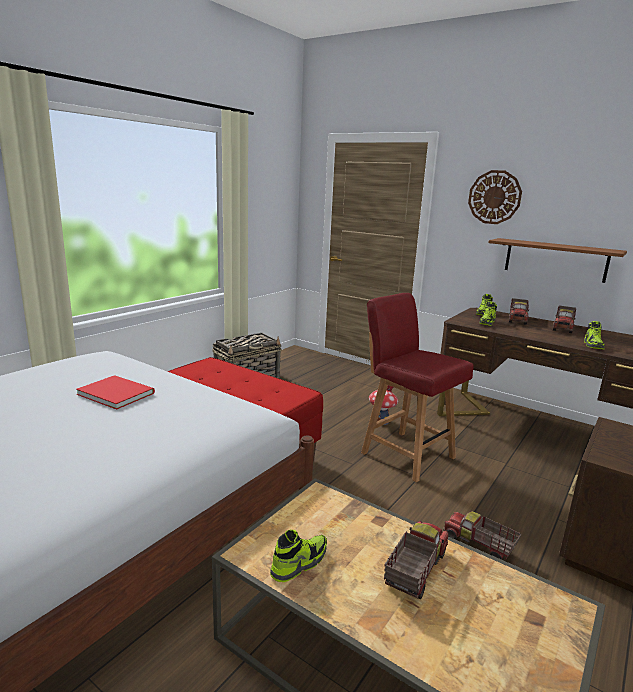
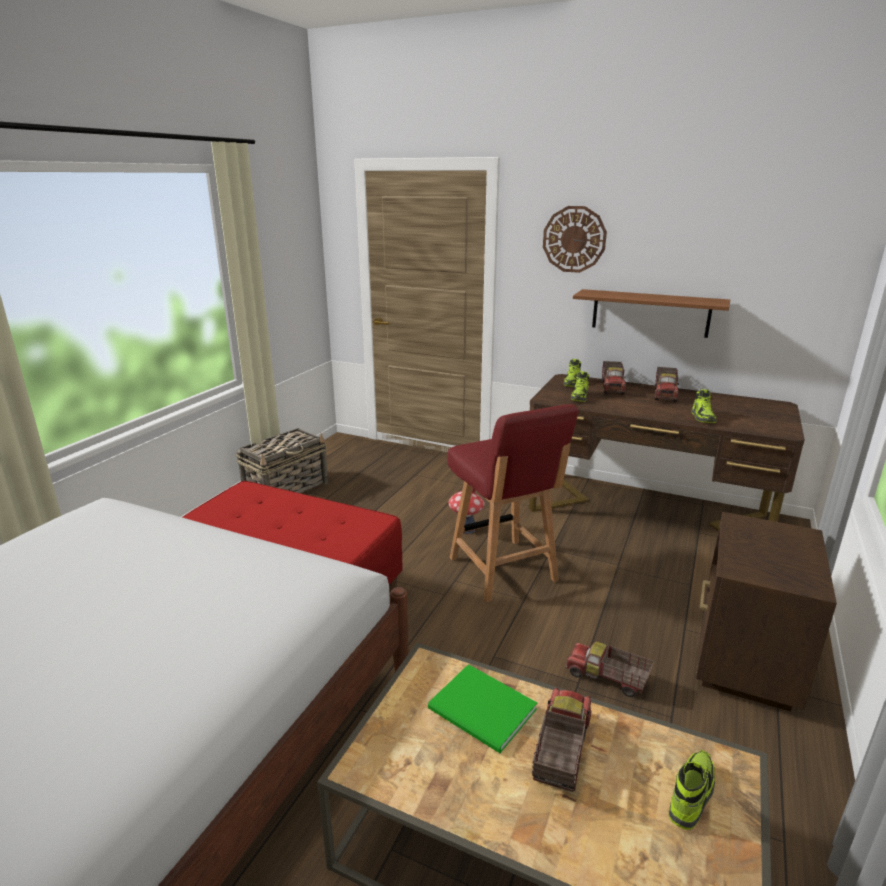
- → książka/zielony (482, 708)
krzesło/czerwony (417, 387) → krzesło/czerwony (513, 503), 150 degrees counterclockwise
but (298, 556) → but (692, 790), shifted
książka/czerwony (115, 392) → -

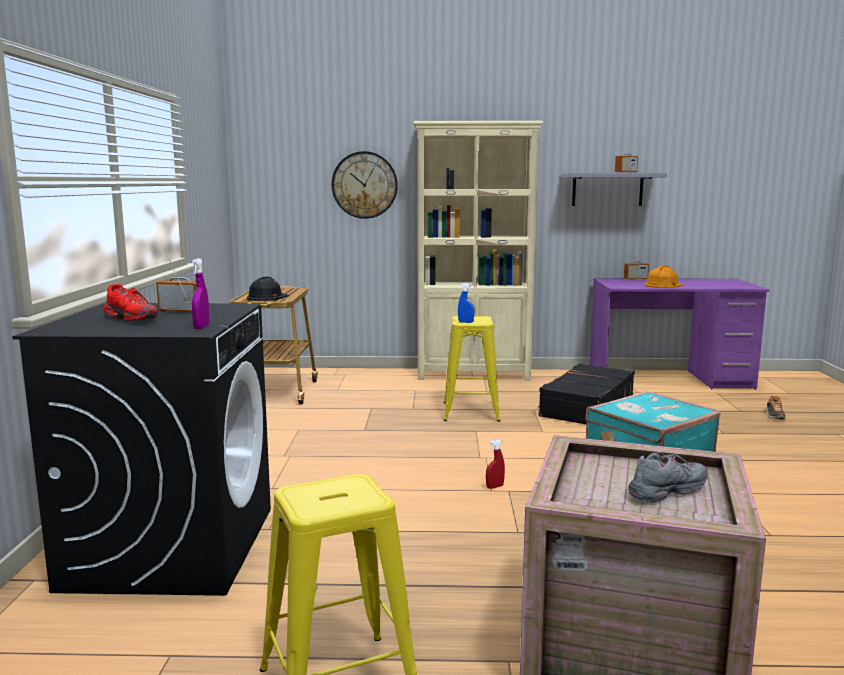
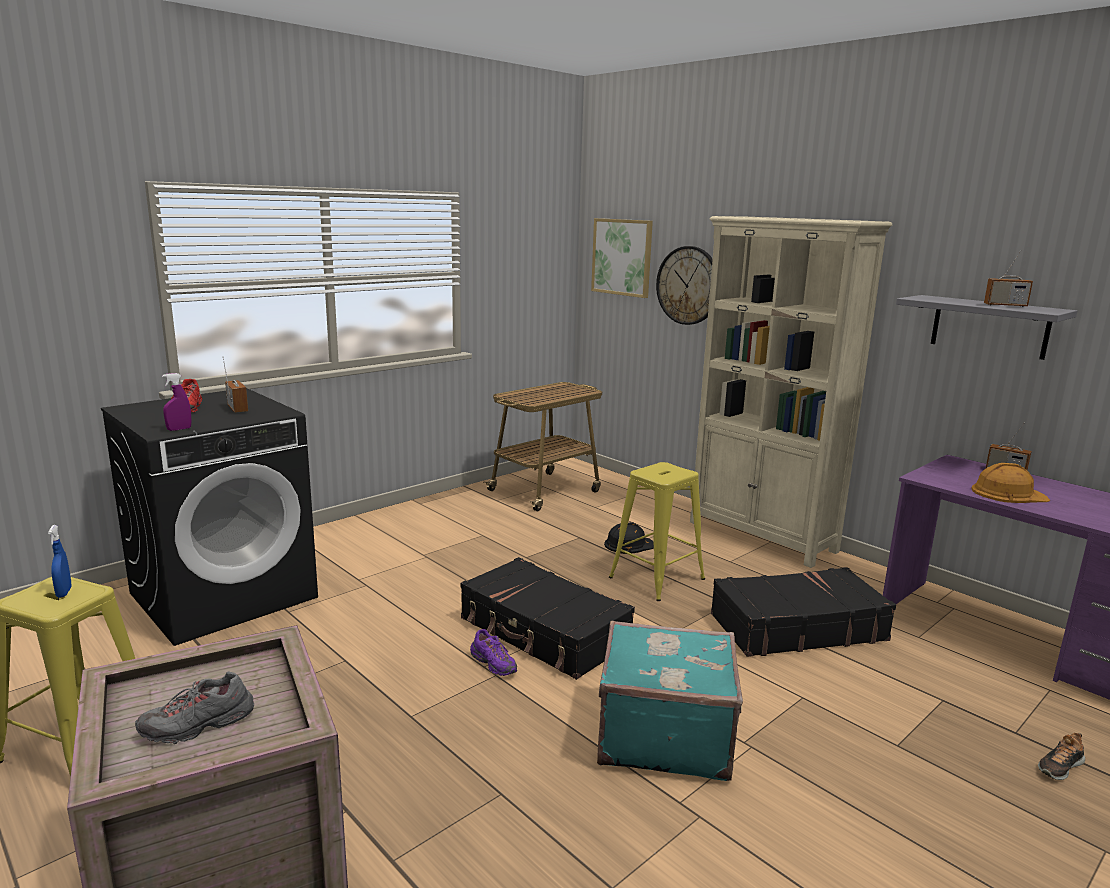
spryskiwacz/niebieski (466, 303) → spryskiwacz/niebieski (60, 561), shifted
but/szary (667, 477) → but/szary (194, 708), 135 degrees clockwise
- → walizka/czarny (547, 618)
spryskiwacz/czerwony (495, 464) → but/fioletowy (493, 652)
- → obraz (622, 258)
kask/czarny (268, 288) → kask/czarny (629, 538), shifted

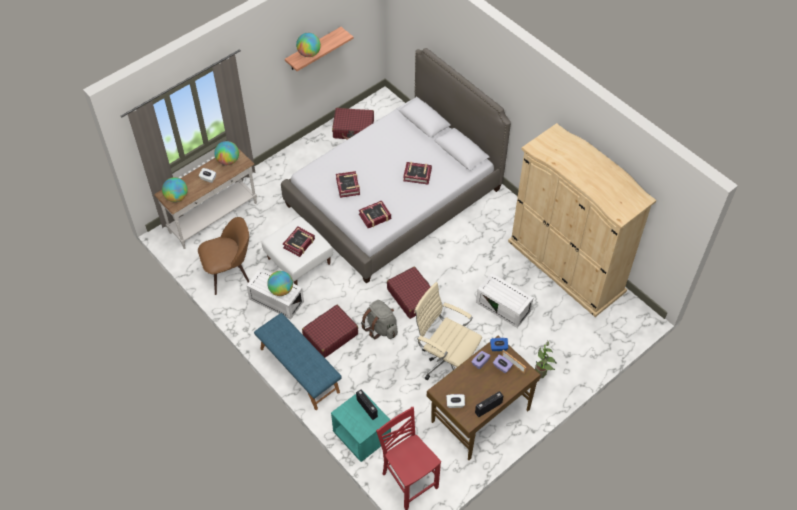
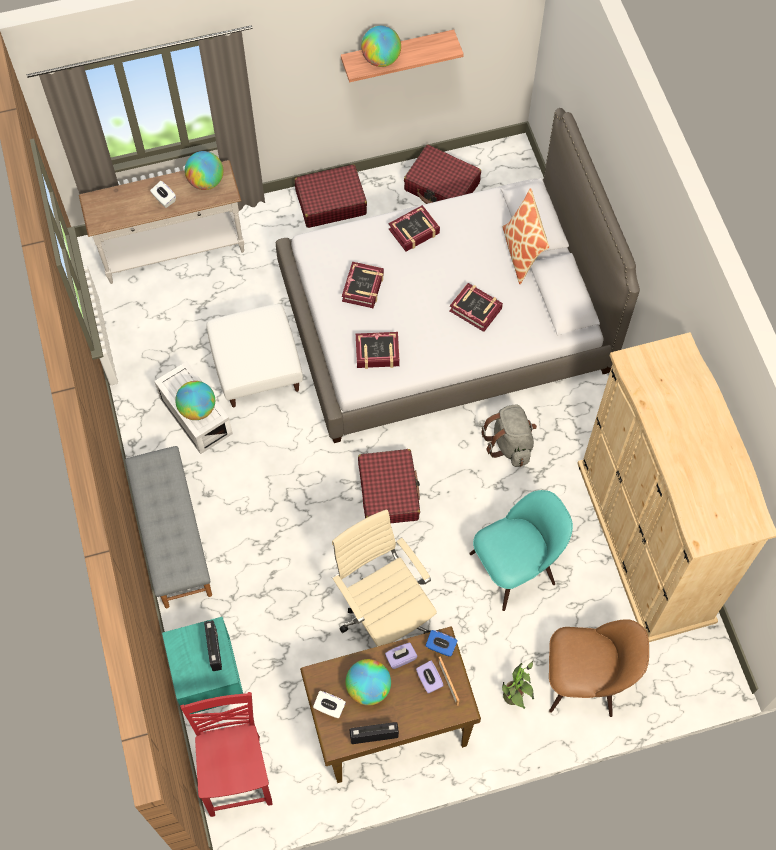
ławka/niebieski (297, 361) → ławka/szary (168, 527)
walizka/czerwony (330, 331) → walizka/czerwony (330, 196), shifted
globus (175, 189) → globus (368, 682), shifted
książka (298, 242) → książka (414, 228), shifted
pojemnik do przechowywania/biały (504, 300) → krzesło/turkusowy (521, 550)
plecak/szary (379, 319) → plecak/szary (509, 436), shifted
- → poduszka (525, 236)
krzesło/brązowy (224, 256) → krzesło/brązowy (599, 668), shifted

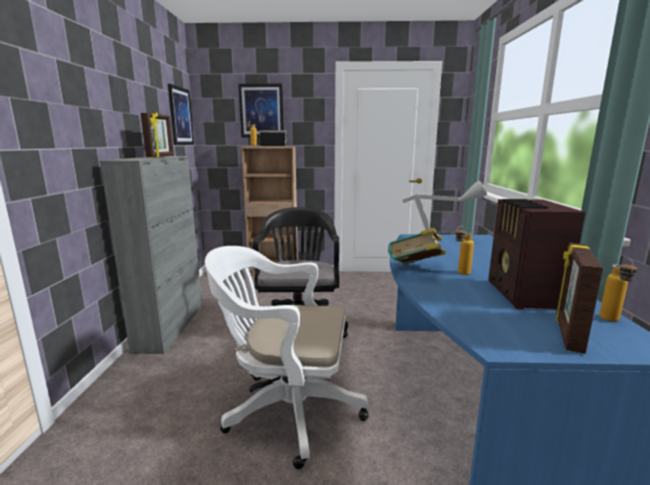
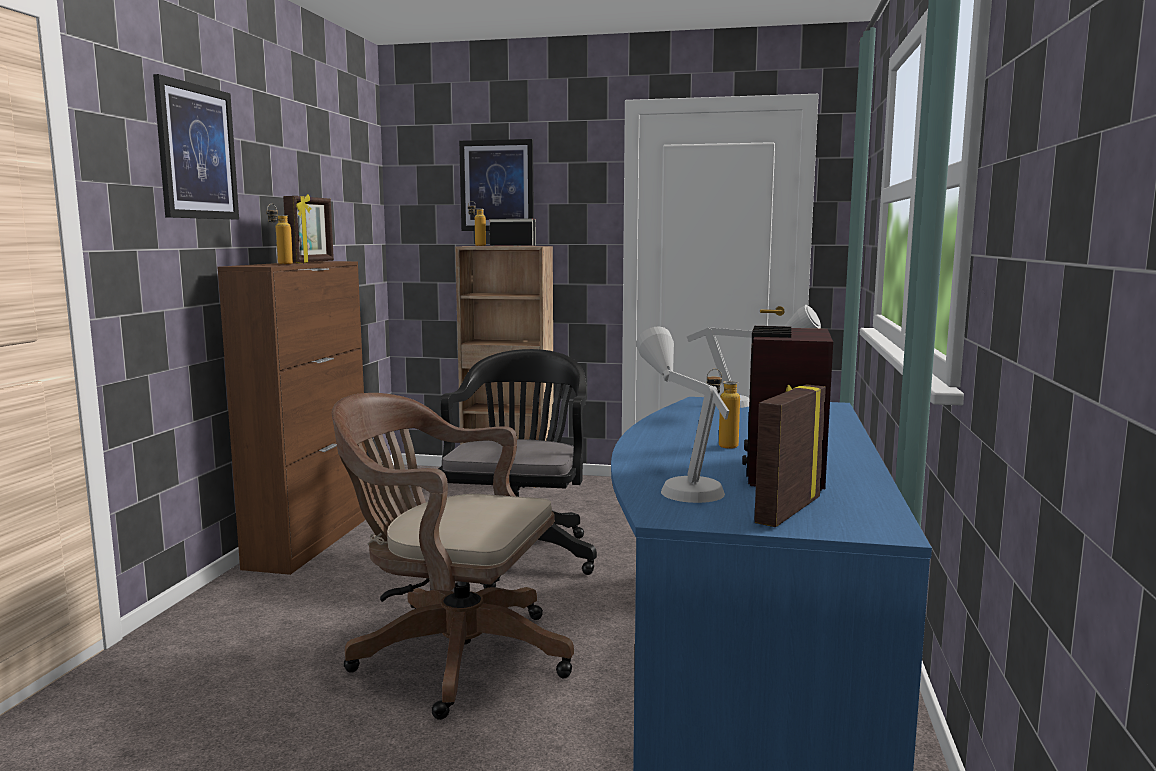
obraz (181, 114) → obraz (196, 146), shifted
szafka/szary (151, 255) → szafka/brązowy (292, 418)
butelka (618, 290) → butelka (279, 234), shifted
krzesło biurowe/biały (286, 357) → krzesło biurowe/brązowy (453, 556)
- → lampa stołowa/szary (682, 415)
książka (417, 246) → -

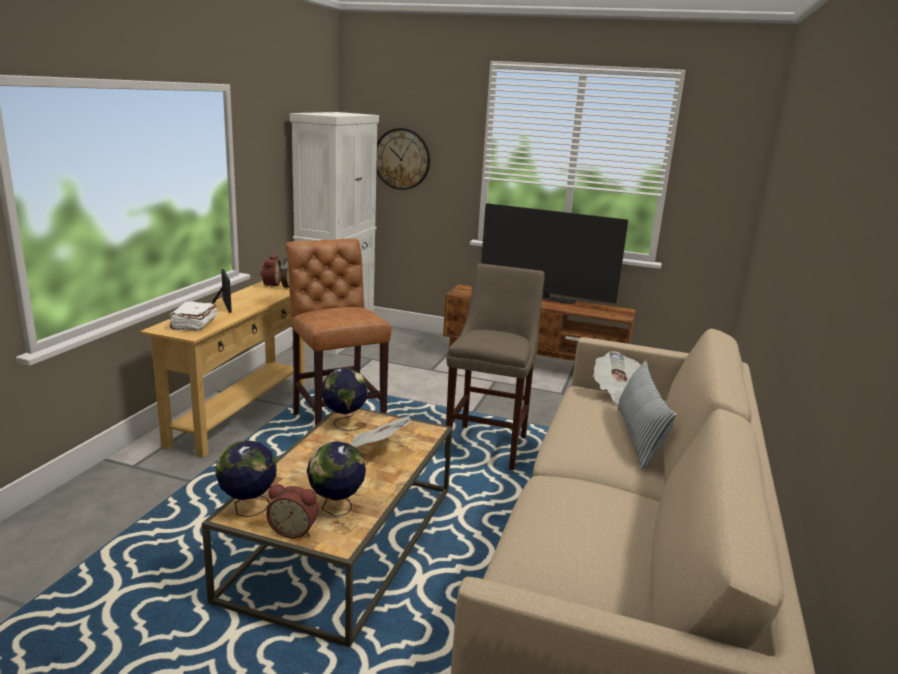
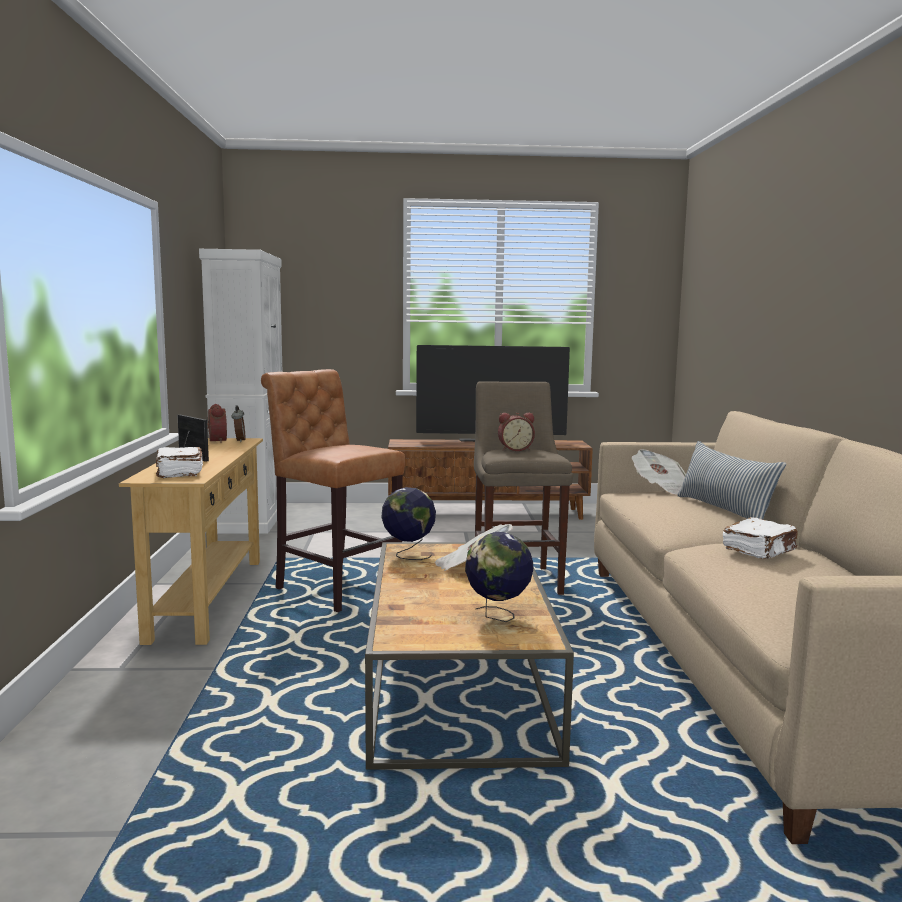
budzik (292, 511) → budzik (516, 432), shifted
- → książka/biały (760, 538)
globus (246, 478) → -
zegar ścienny (403, 159) → -

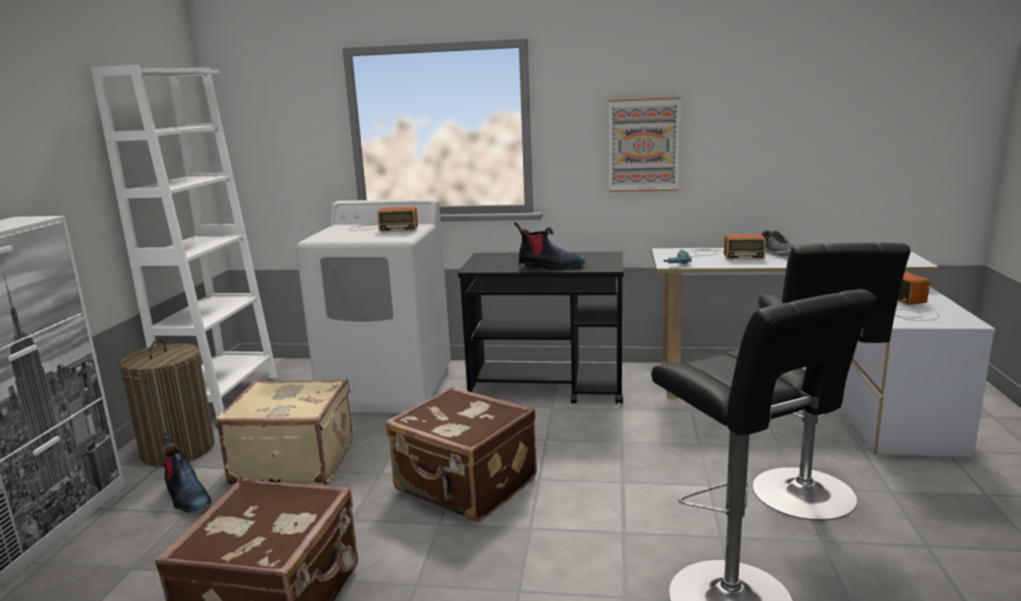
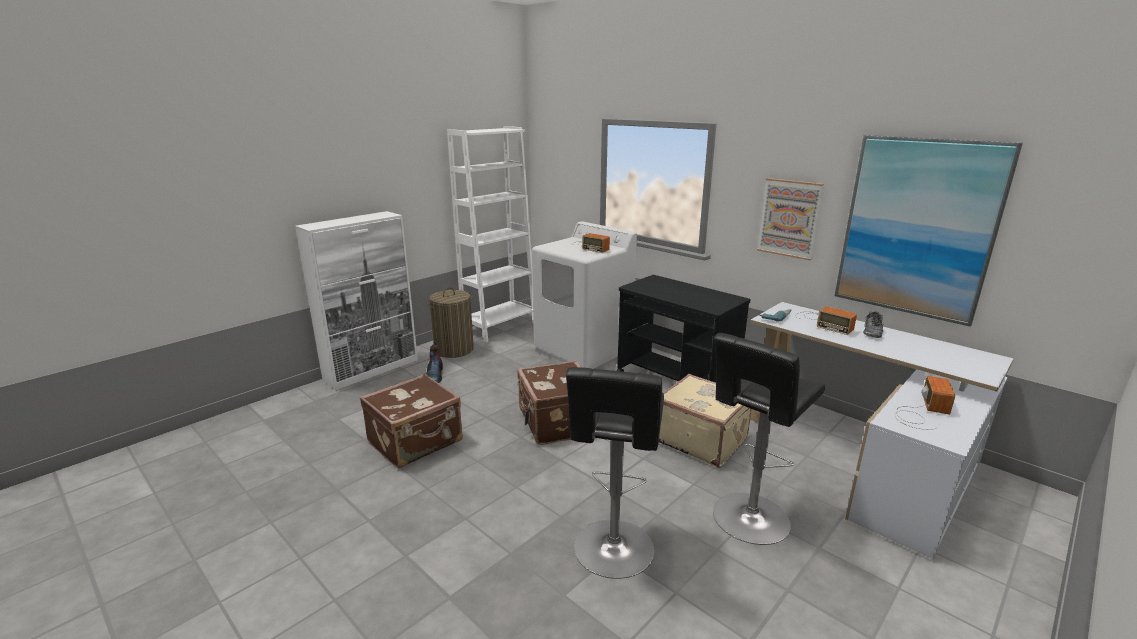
walizka/beżowy (284, 432) → walizka/beżowy (705, 421), shifted
- → obraz (929, 231)
but z cholewką (550, 246) → -

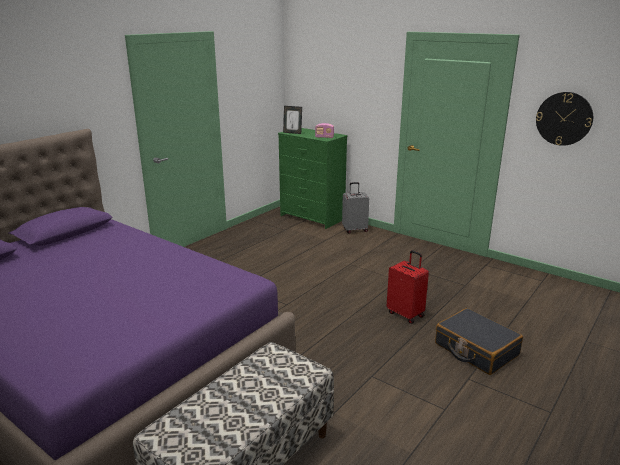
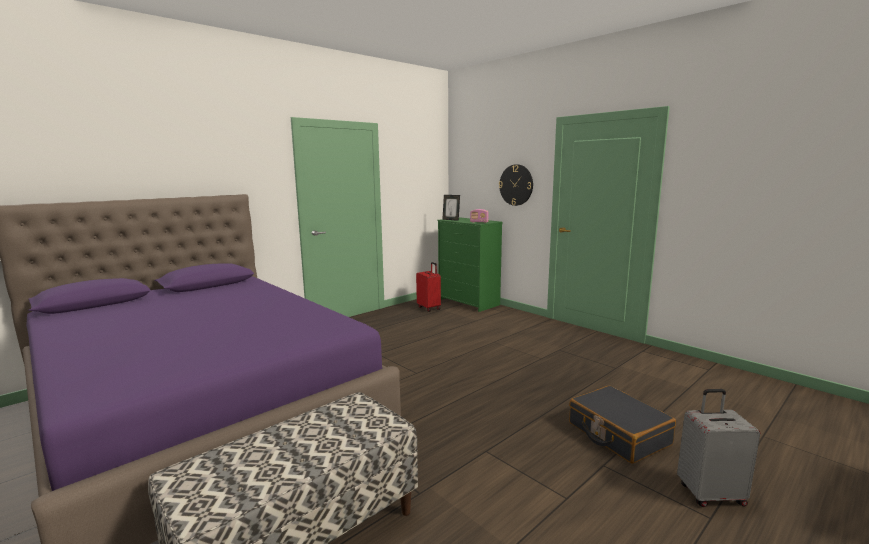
walizka/czerwony (408, 287) → walizka/czerwony (428, 287), shifted
zegar ścienny (564, 119) → zegar ścienny (516, 185), shifted
walizka/szary (355, 208) → walizka/szary (718, 448), shifted

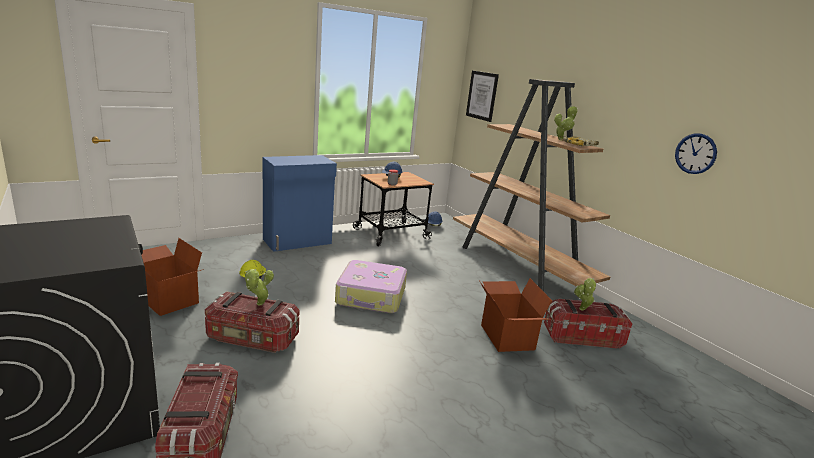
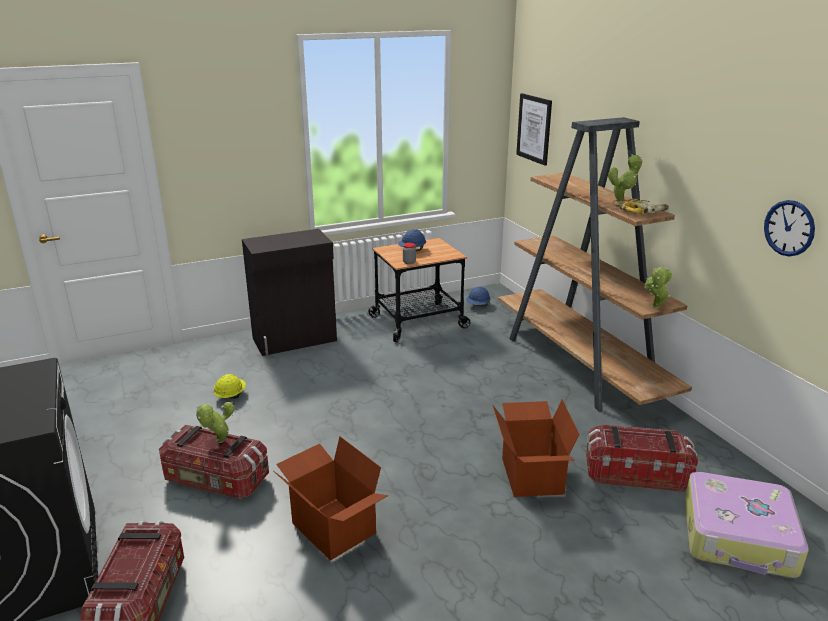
szafka/niebieski (300, 203) → szafka/czarny (289, 292)
karton (172, 277) → karton (331, 498), shifted
roślina doniczkowa (585, 294) → roślina doniczkowa (658, 287), shifted
walizka (371, 286) → walizka (747, 525), shifted

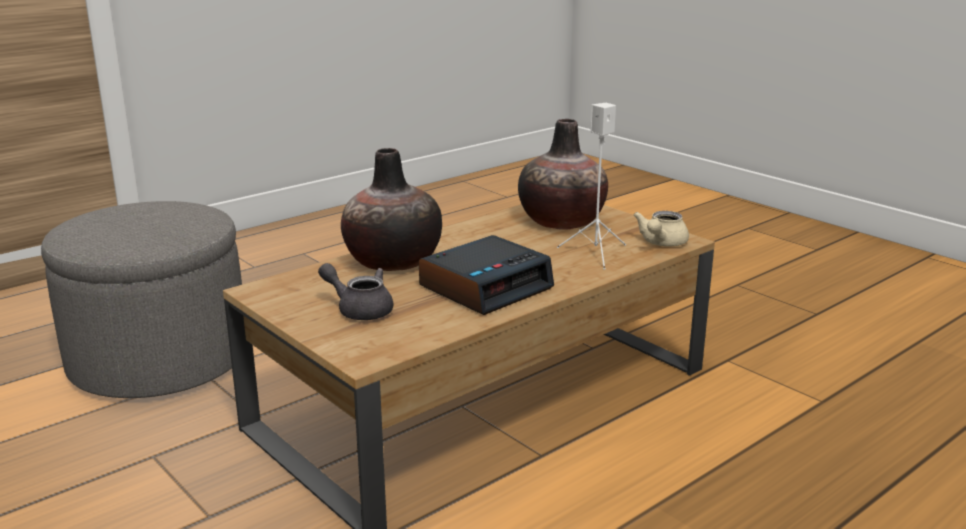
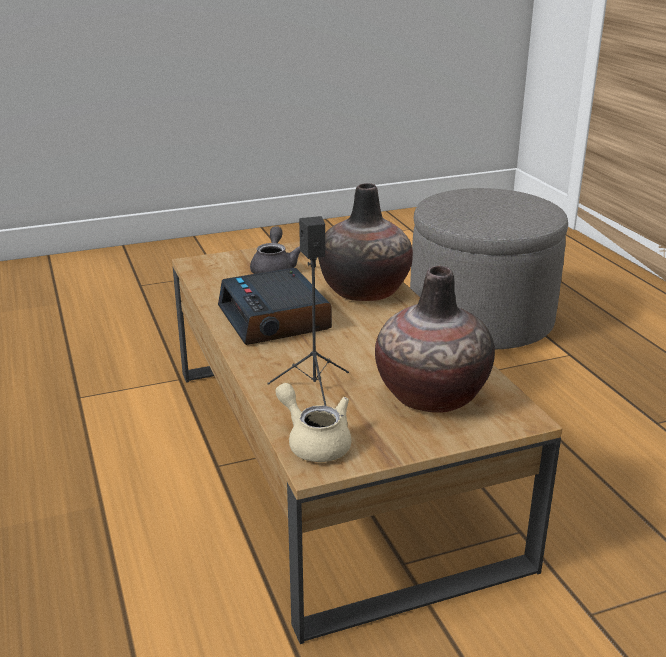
imbryk/szary (355, 291) → imbryk/szary (275, 250), 45 degrees counterclockwise
głośnik/biały (591, 186) → głośnik/czarny (308, 311)

